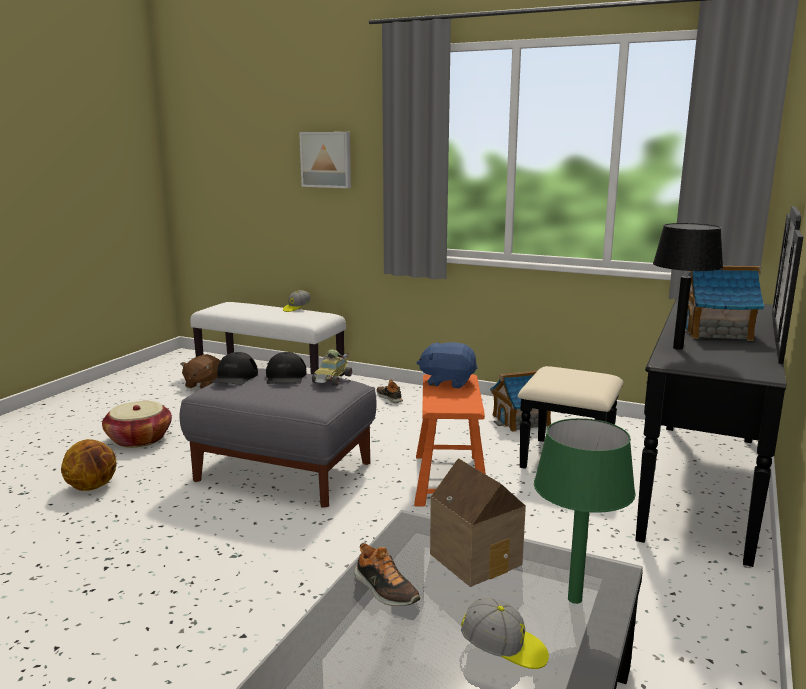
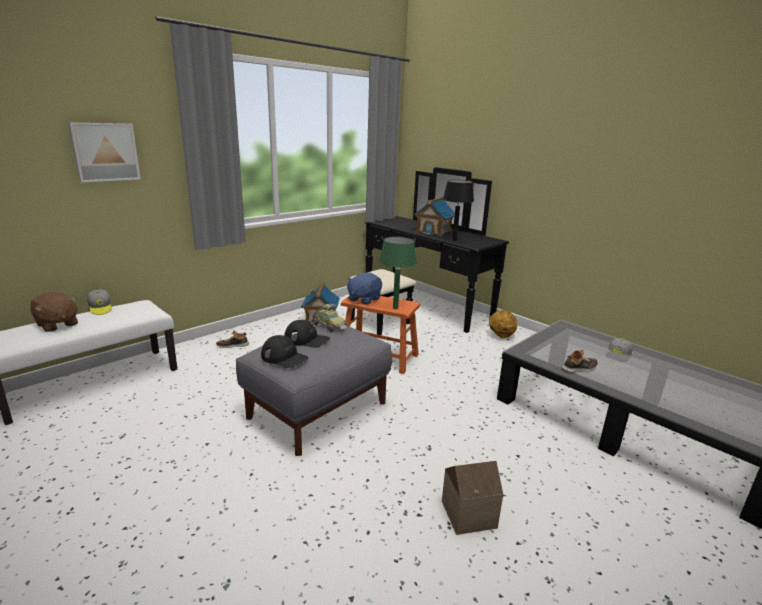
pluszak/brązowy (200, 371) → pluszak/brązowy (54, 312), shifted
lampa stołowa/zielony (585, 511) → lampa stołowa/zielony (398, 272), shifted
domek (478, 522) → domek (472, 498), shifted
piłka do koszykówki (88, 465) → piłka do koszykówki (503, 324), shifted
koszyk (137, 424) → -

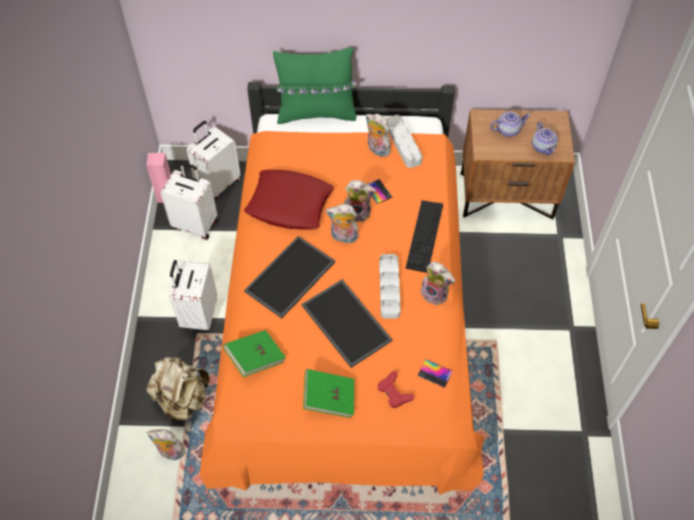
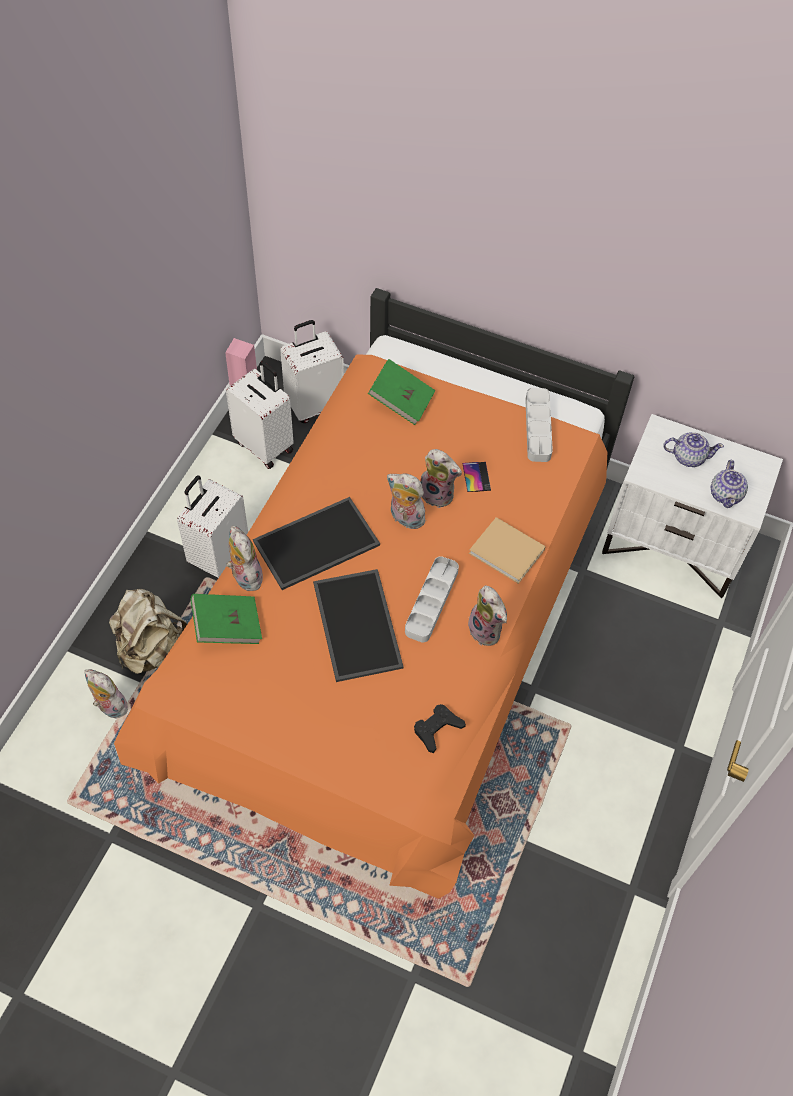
pluszak (379, 135) → pluszak (245, 558), shifted
książka/zielony (328, 393) → książka/zielony (402, 392), shifted
telefon (435, 373) → pad do gier/czarny (440, 728)
klawiatura (424, 236) → książka/beżowy (507, 550)
szafka nocna/brązowy (518, 164) → szafka nocna/biały (692, 506)
poduszka/czerwony (289, 200) → -
poduszka/zielony (315, 85) → -
pad do gier/czerwony (396, 389) → -

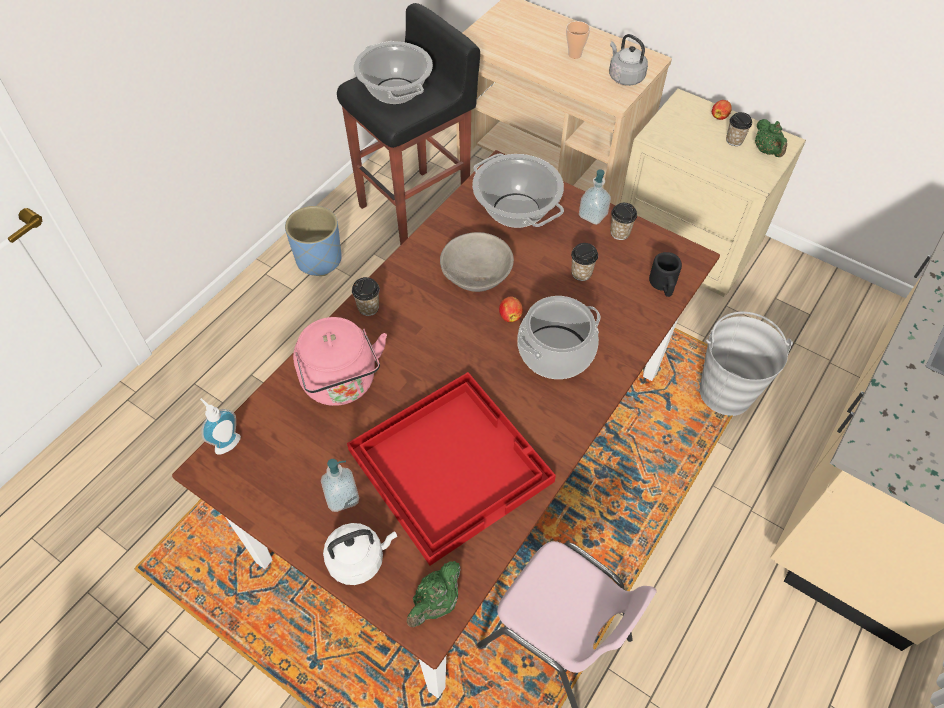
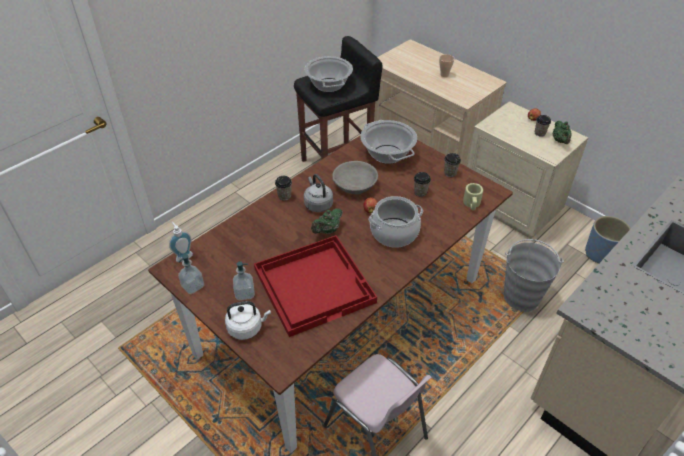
dozownik mydła (595, 197) → dozownik mydła (191, 274), shifted
czajnik/szary (628, 60) → czajnik/szary (318, 193), shifted
imbryk/zielony (434, 594) → imbryk/zielony (327, 221), shifted
kubek/czarny (665, 274) → kubek/beżowy (473, 197)
donica/niebieski (313, 241) → donica/niebieski (608, 240), shifted
czajnik/różowy (340, 361) → -

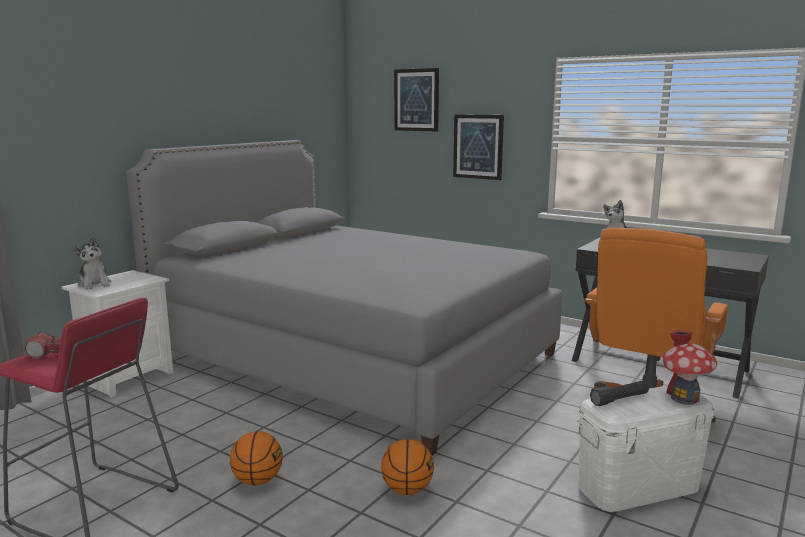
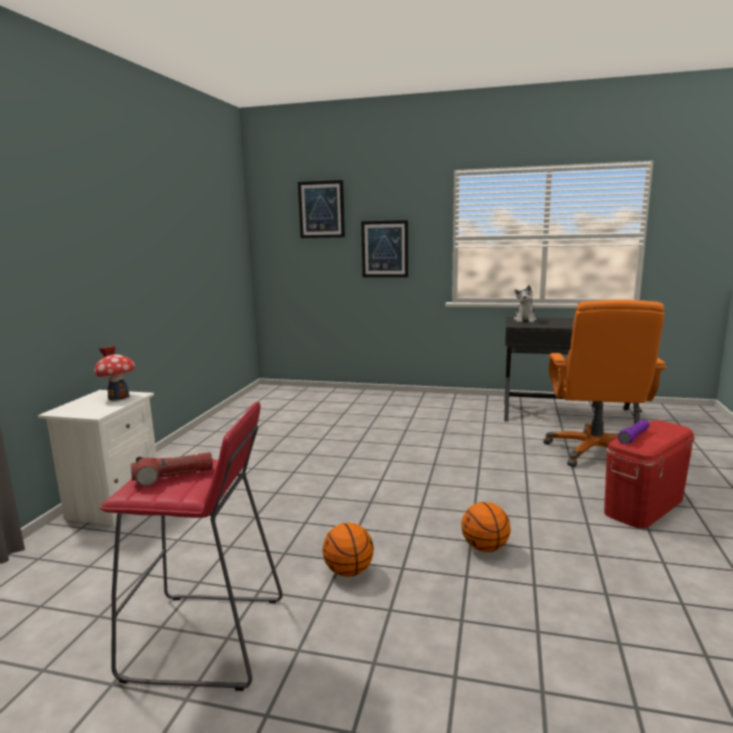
domek (690, 367) → domek (114, 373), shifted
pojemnik do przechowywania/biały (645, 449) → pojemnik do przechowywania/czerwony (649, 474)
latarka/czarny (619, 393) → latarka/fioletowy (634, 432)
pluszak (92, 263) → -
łóżko/szary (344, 298) → -

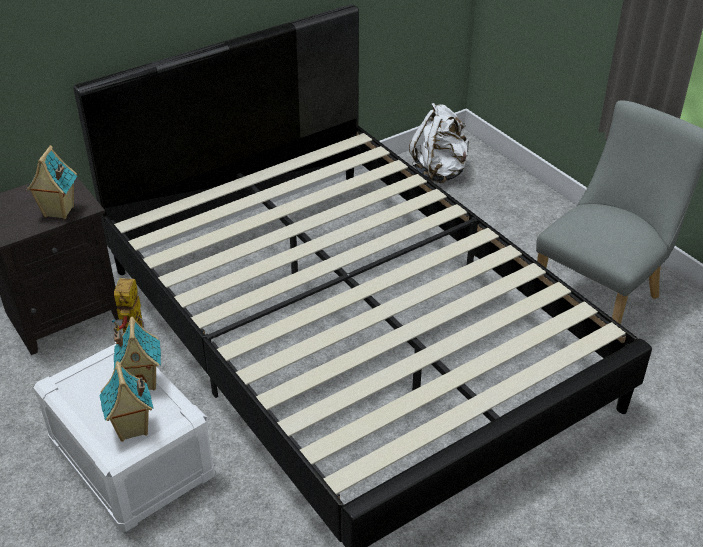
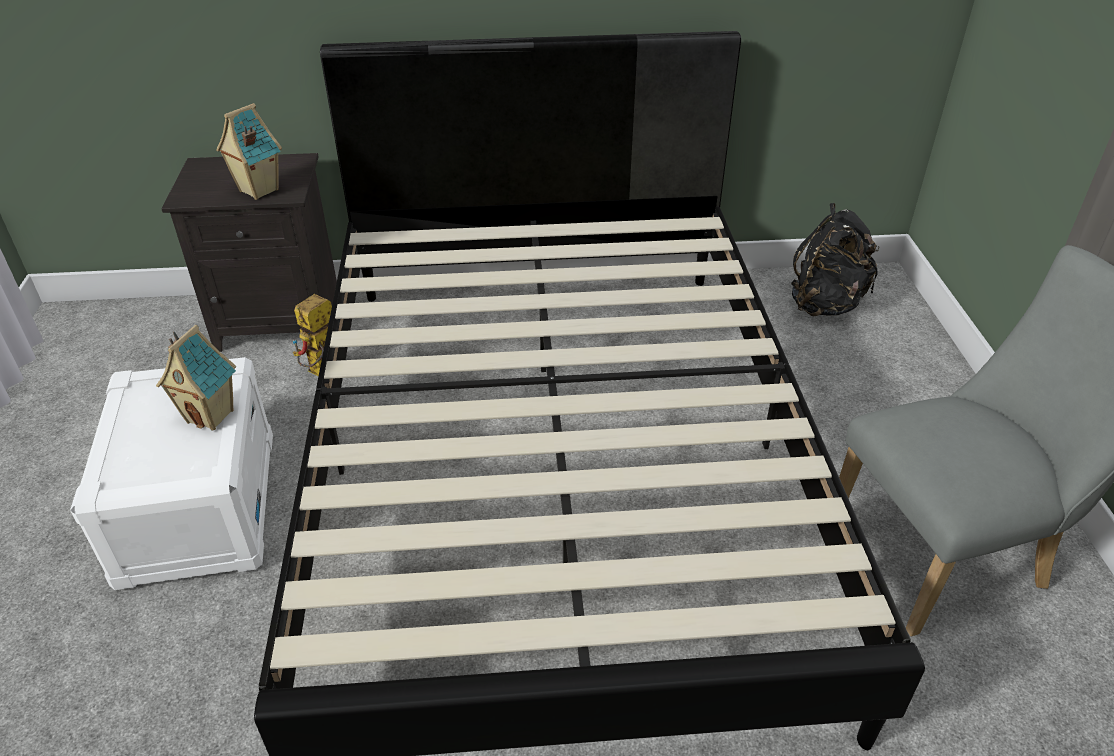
plecak/biały (439, 143) → plecak/czarny (835, 259)
domek (126, 401) → -

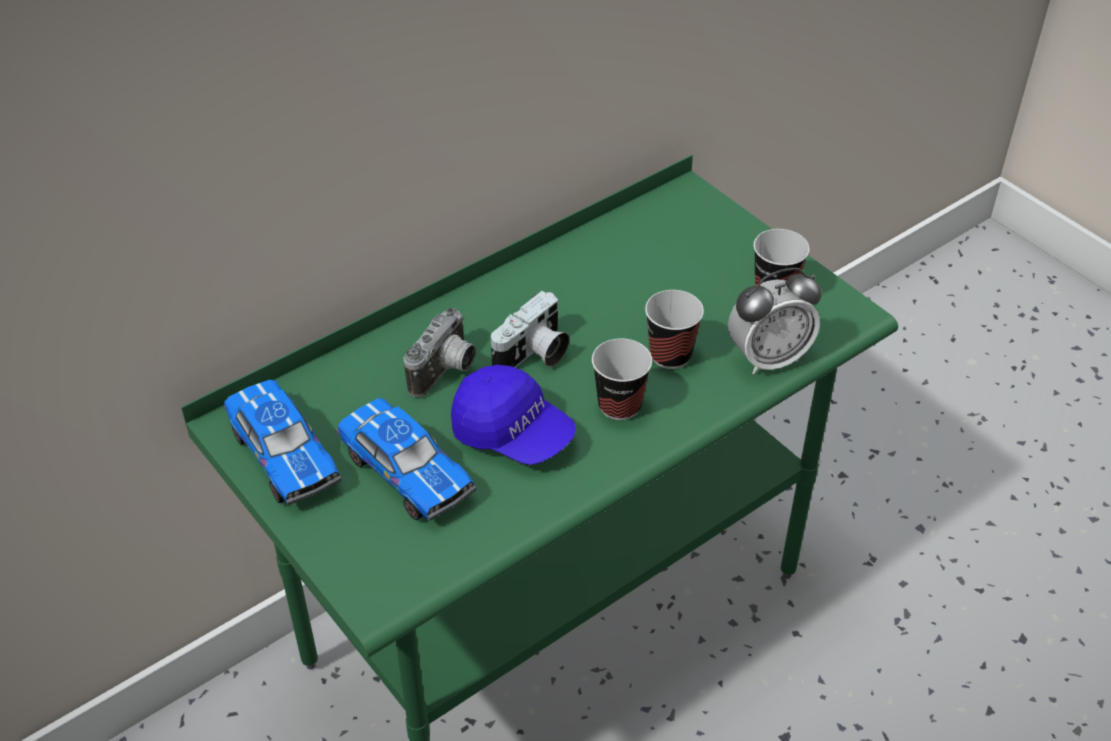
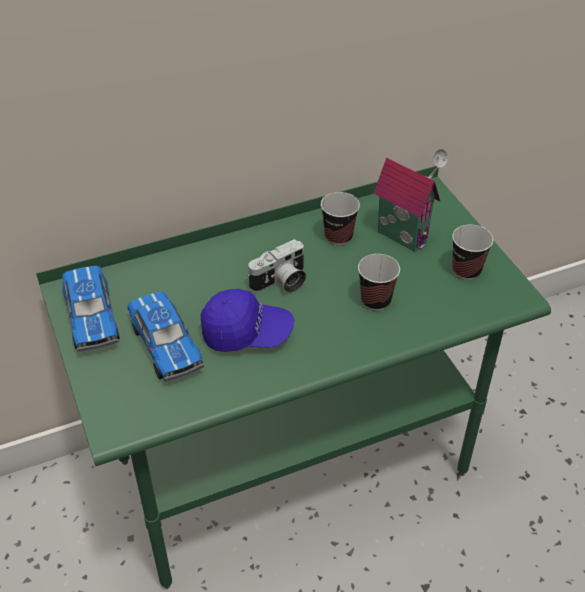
czapka z daszkiem/niebieski (513, 415) → czapka z daszkiem/niebieski (247, 320), 45 degrees counterclockwise
filiżanka (622, 379) → filiżanka (340, 218), shifted
- → domek (411, 200)
aparat fotograficzny (440, 352) → -
budzik (775, 321) → -

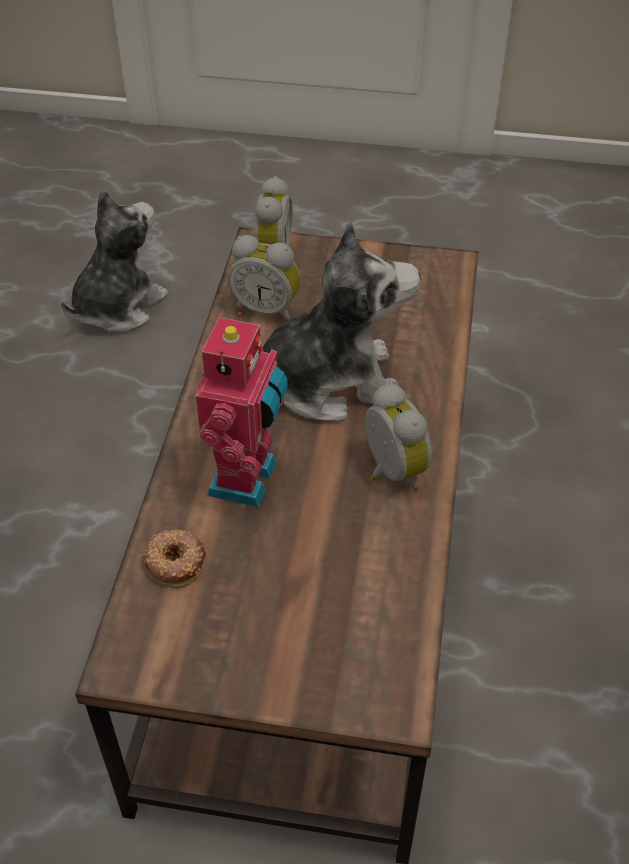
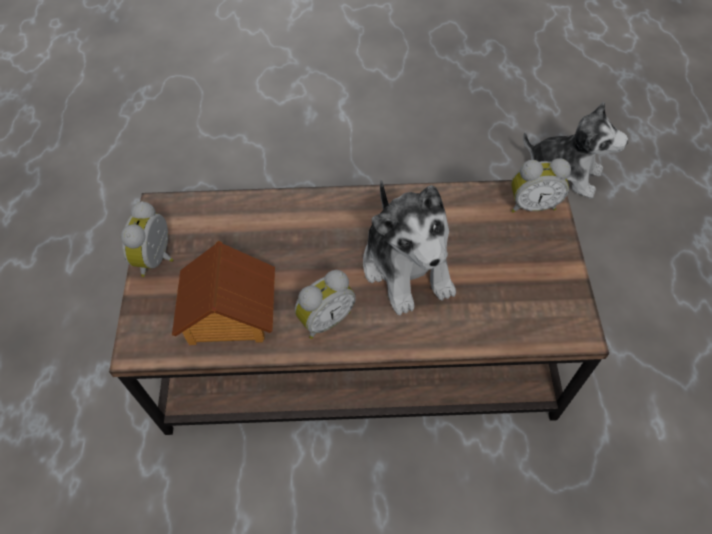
budzik (264, 278) → budzik (147, 239), shifted
- → domek (223, 293)
donut (175, 559) → -
robot zabawkowy (241, 409) → -

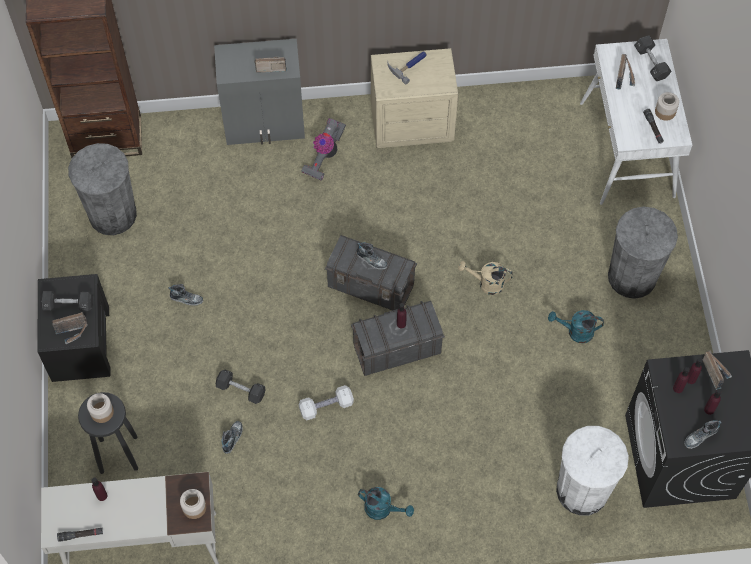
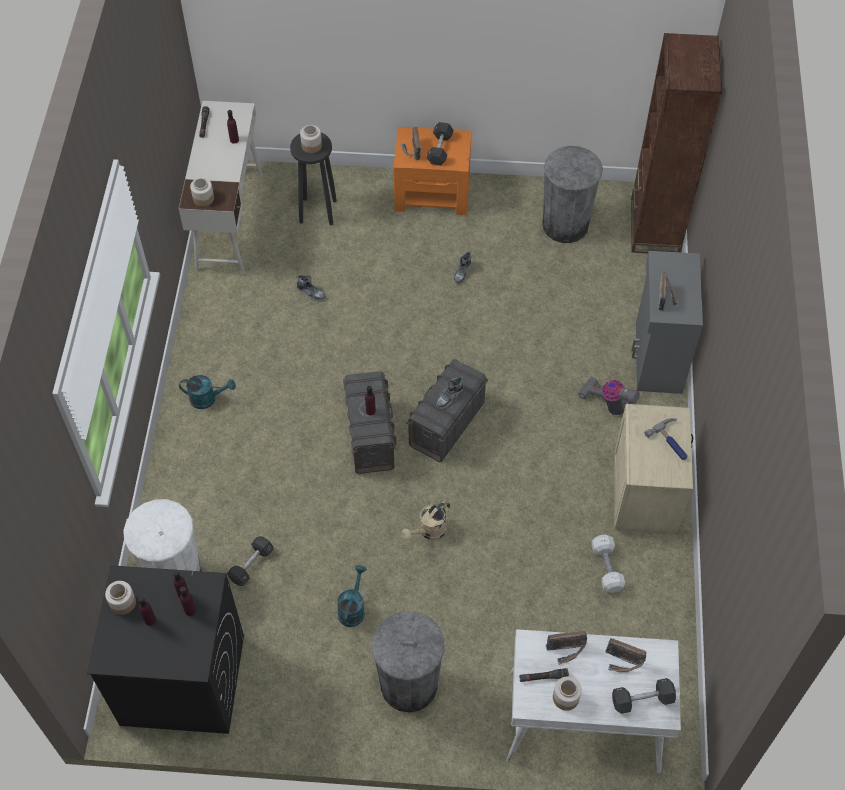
but (703, 435) → słoik (120, 598)
konewka/turkusowy (386, 503) → konewka/turkusowy (207, 392), 120 degrees counterclockwise
hantel/czarny (240, 387) → hantel/czarny (250, 561), shifted
szafka nocna/czarny (74, 328) → szafka nocna/pomarańczowy (432, 171)
konewka/beżowy (485, 278) → konewka/beżowy (426, 520), 150 degrees counterclockwise
radio (717, 370) → radio (566, 647), shifted
hantel/biały (326, 402) → hantel/biały (608, 563), shifted

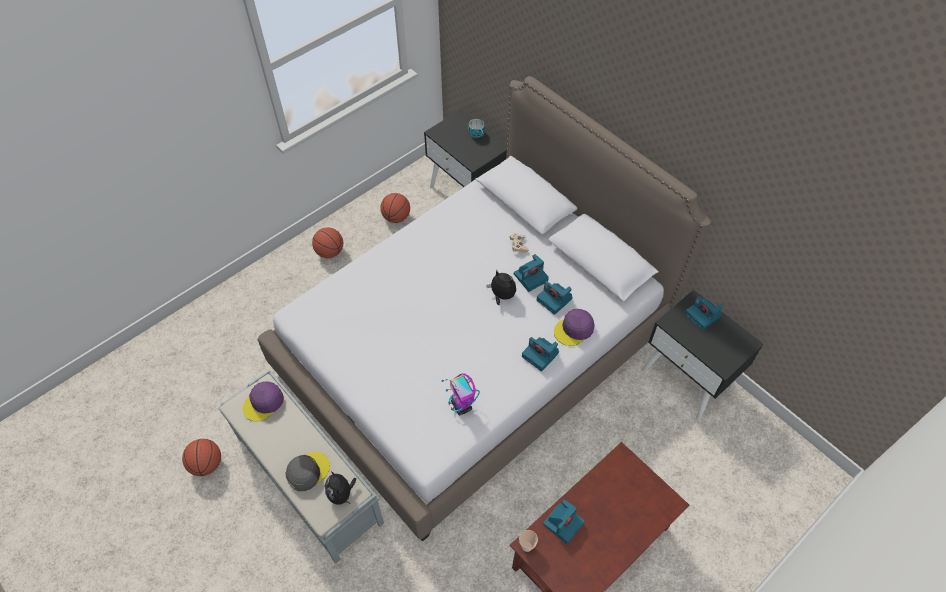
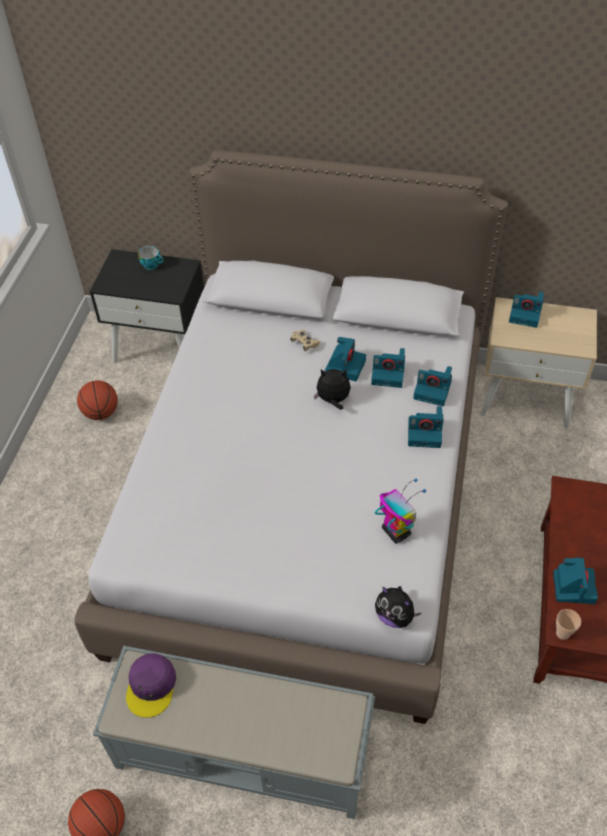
robot zabawkowy (460, 394) → robot zabawkowy (400, 511), 150 degrees counterclockwise
pluszak (341, 488) → pluszak (398, 607), shifted
czapka z daszkiem/fioletowy (574, 327) → aparat fotograficzny (432, 386)
szafka nocna/czarny (703, 355) → szafka nocna/beżowy (538, 362)
czapka z daszkiem/szary (308, 472) → -
piłka do koszykówki (327, 242) → -

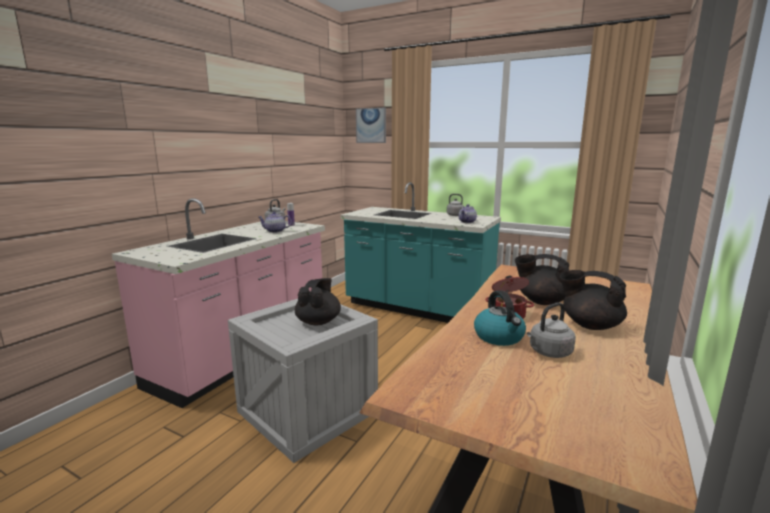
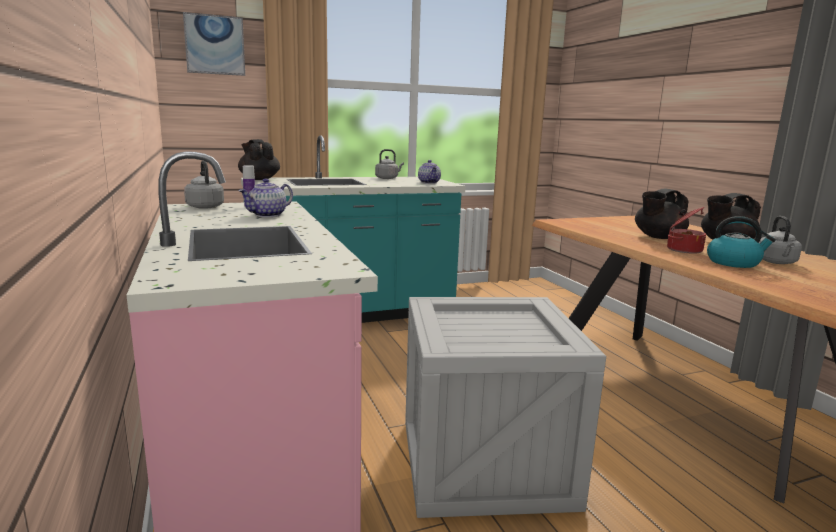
imbryk/czarny (318, 301) → imbryk/czarny (259, 159), shifted

